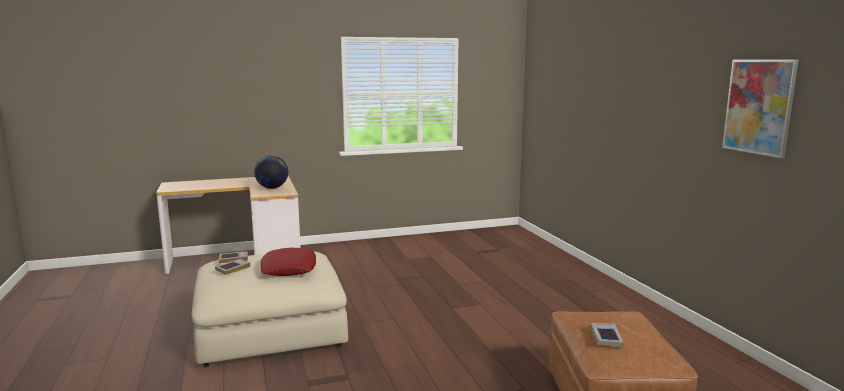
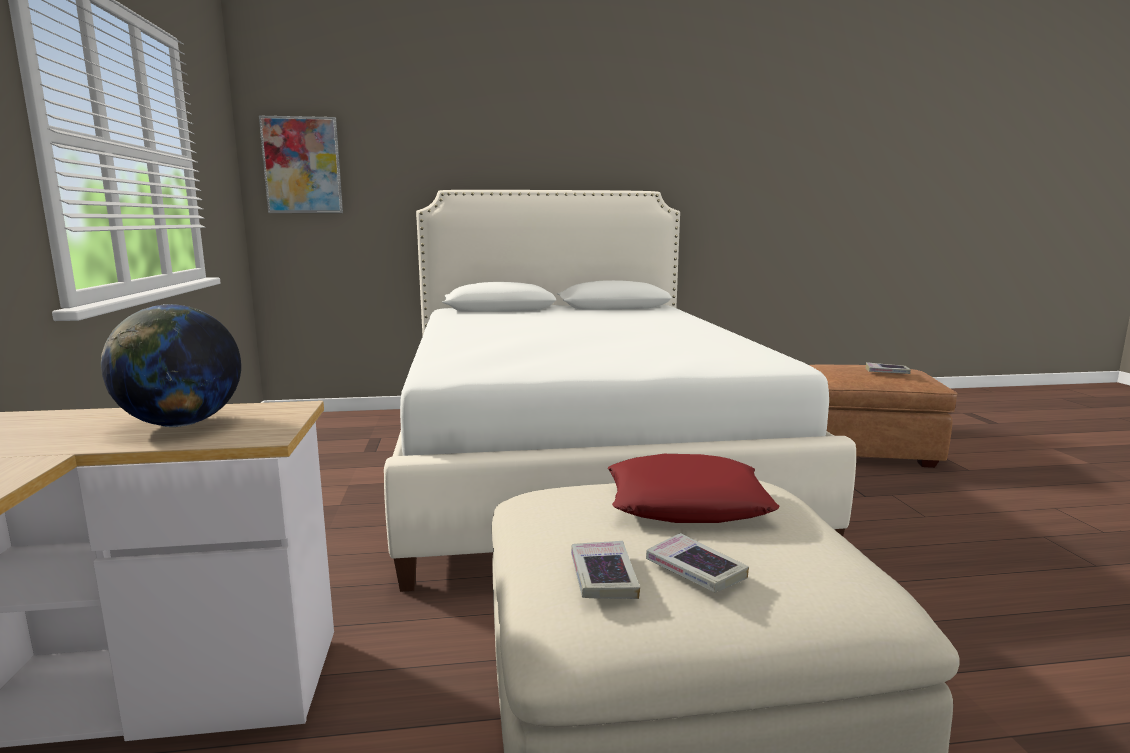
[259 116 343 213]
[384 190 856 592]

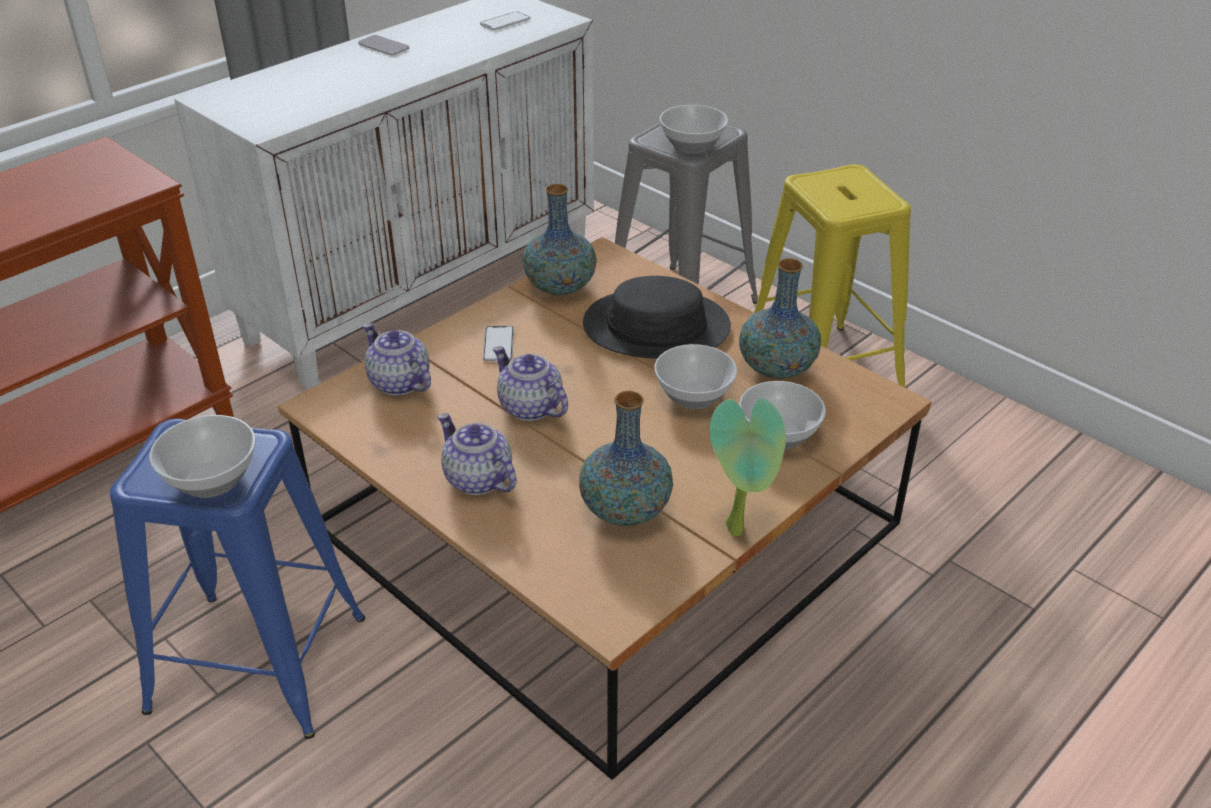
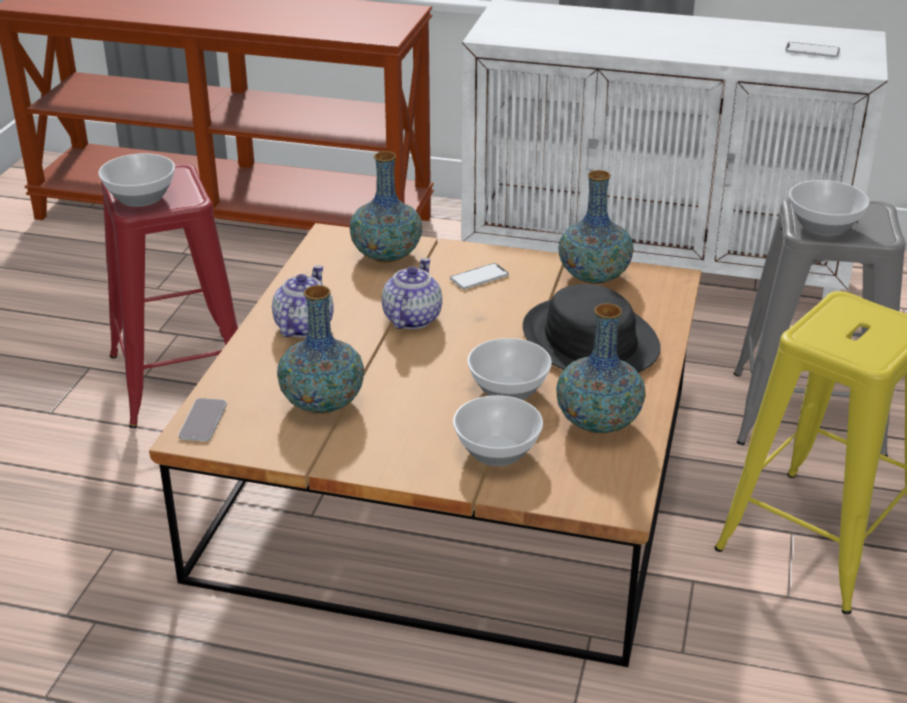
[101 164 238 429]
[179 398 227 441]
[350 151 422 263]
[710 398 786 536] (first image)

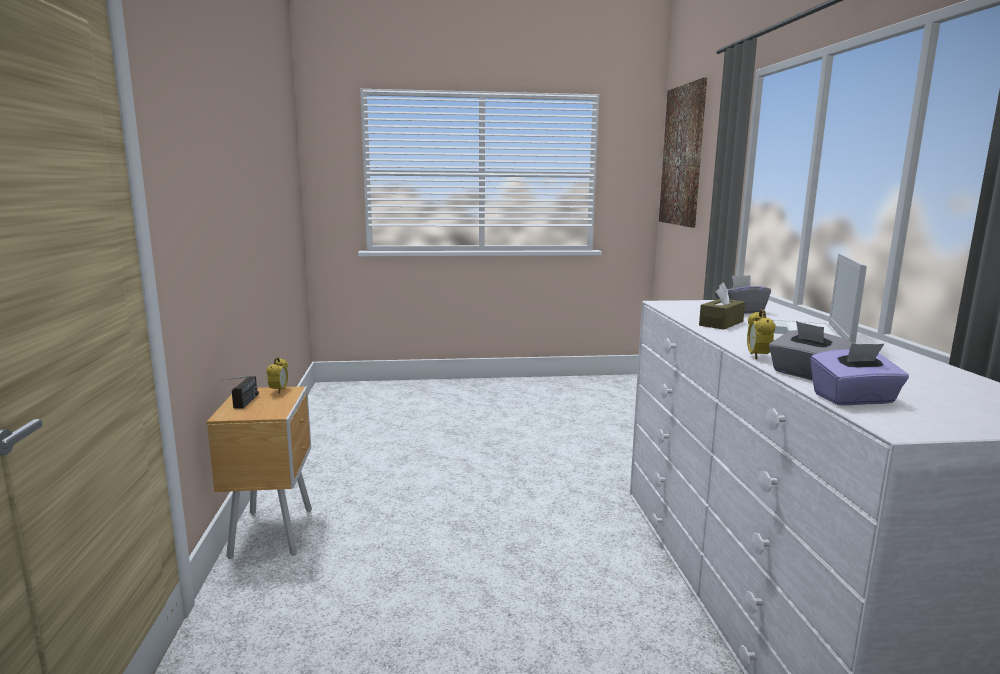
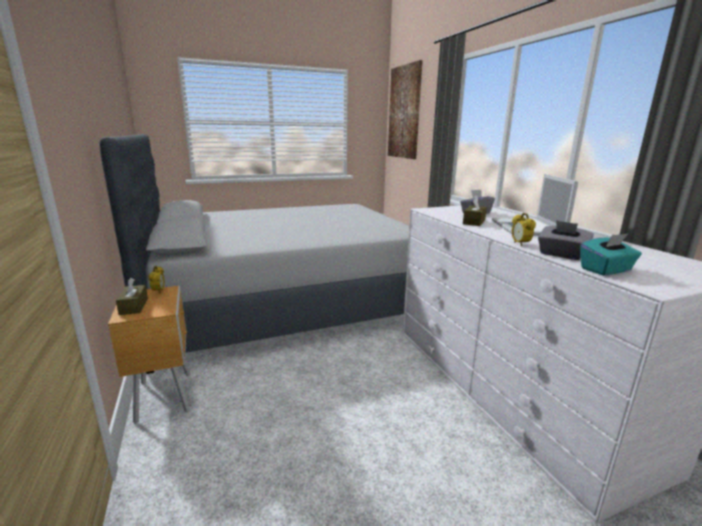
[116 278 148 315]
[580 233 642 276]
[100 134 409 374]

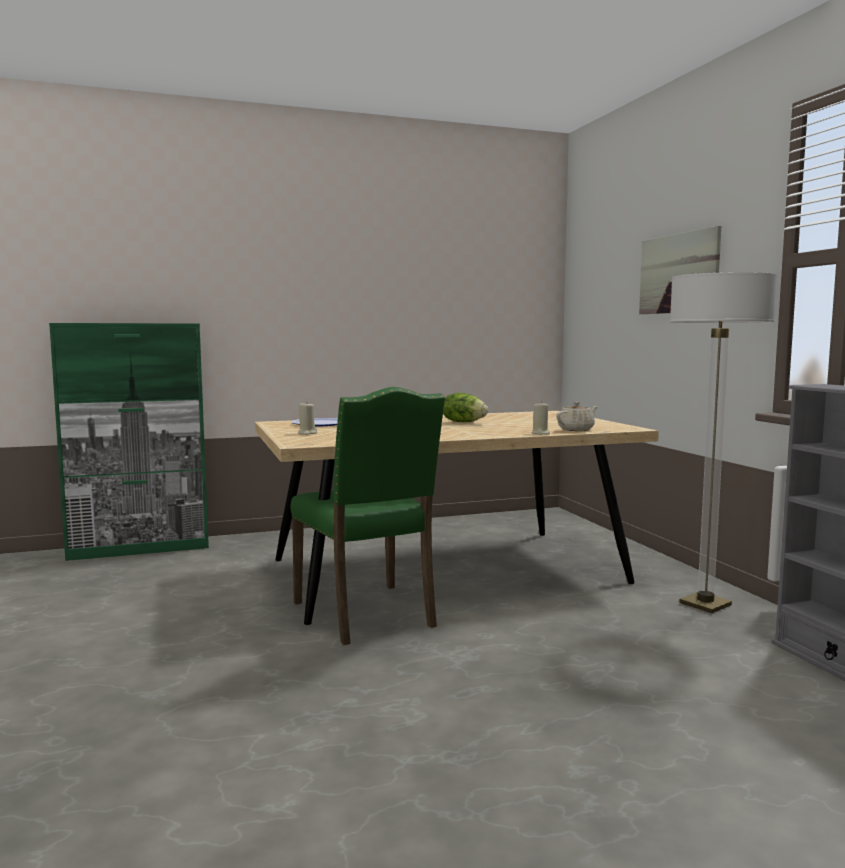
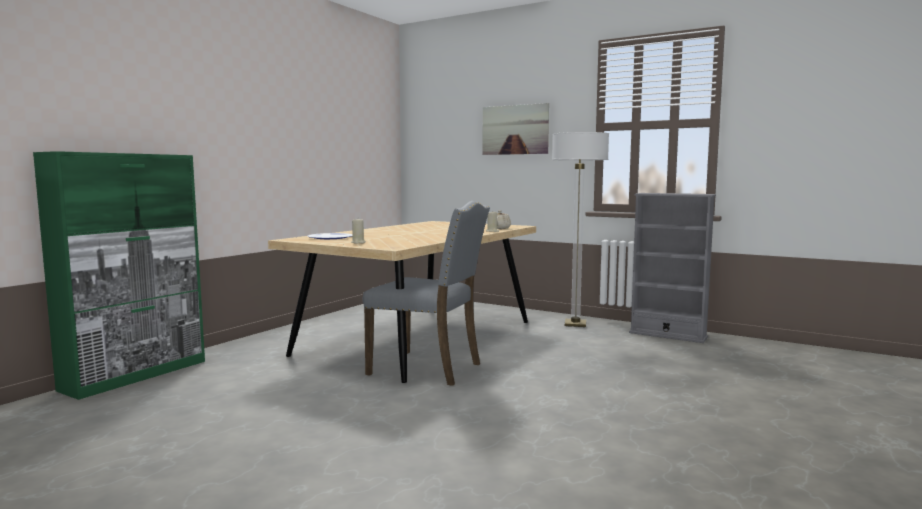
[362 201 490 386]
[443 393 488 422] (first image)

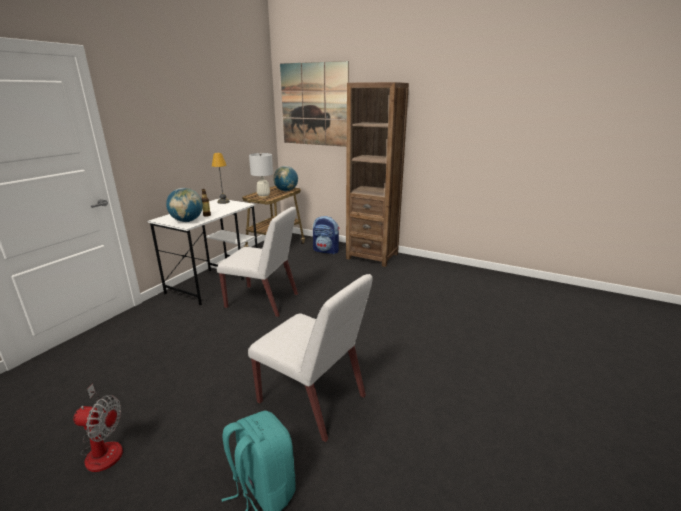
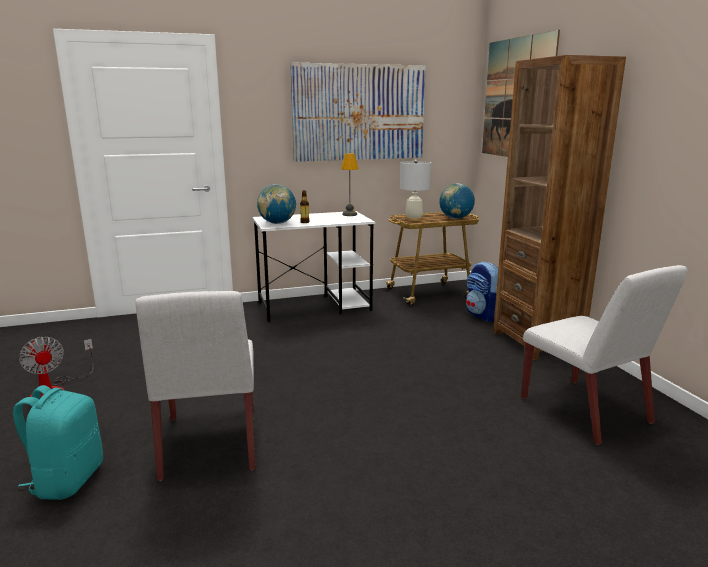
[521 265 688 445]
[290 62 426 162]

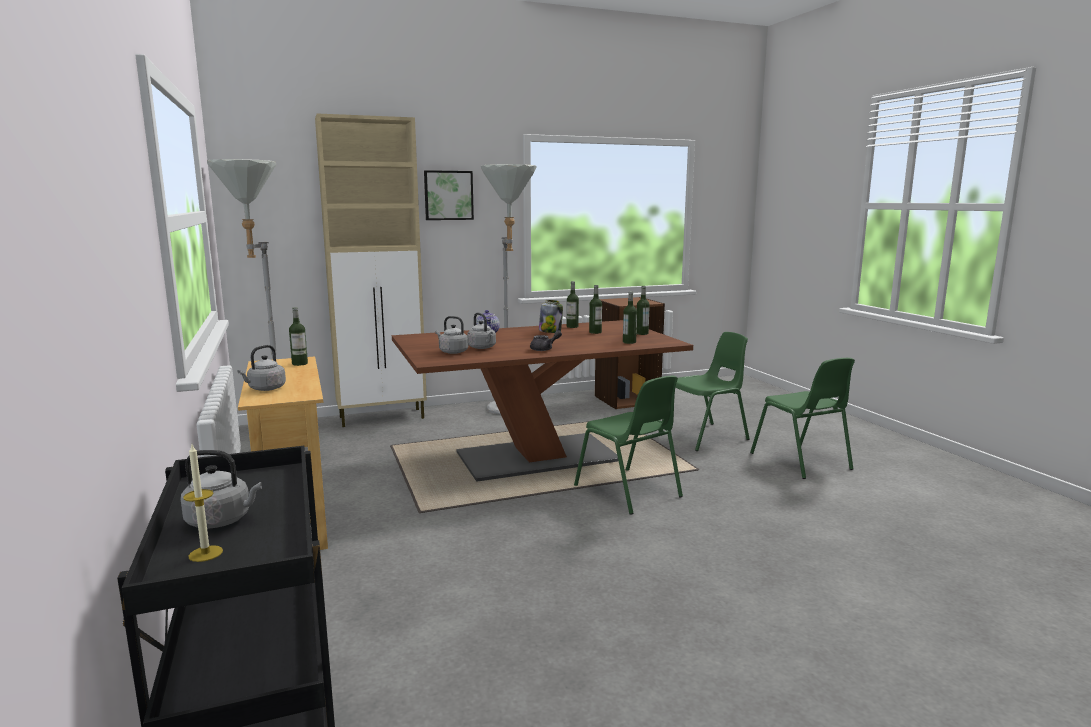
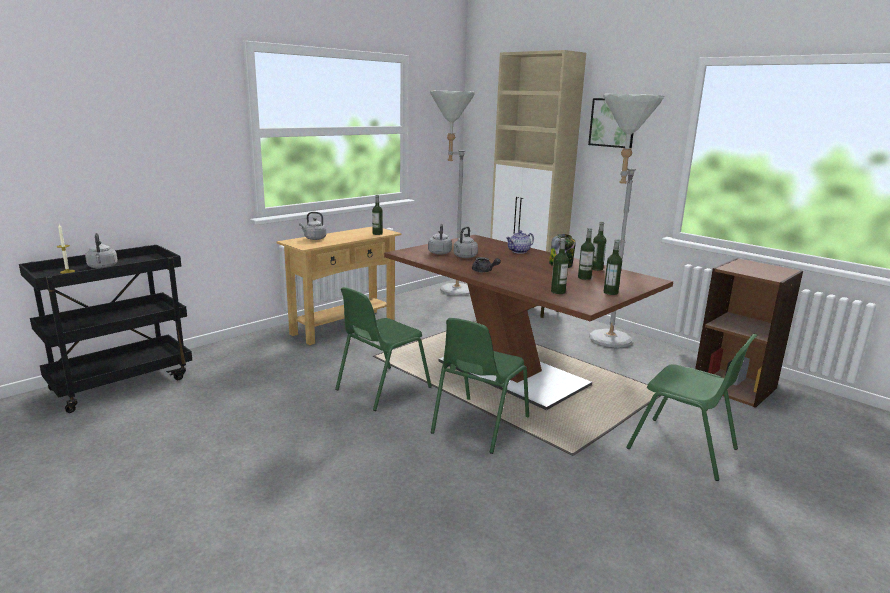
[335 287 432 411]

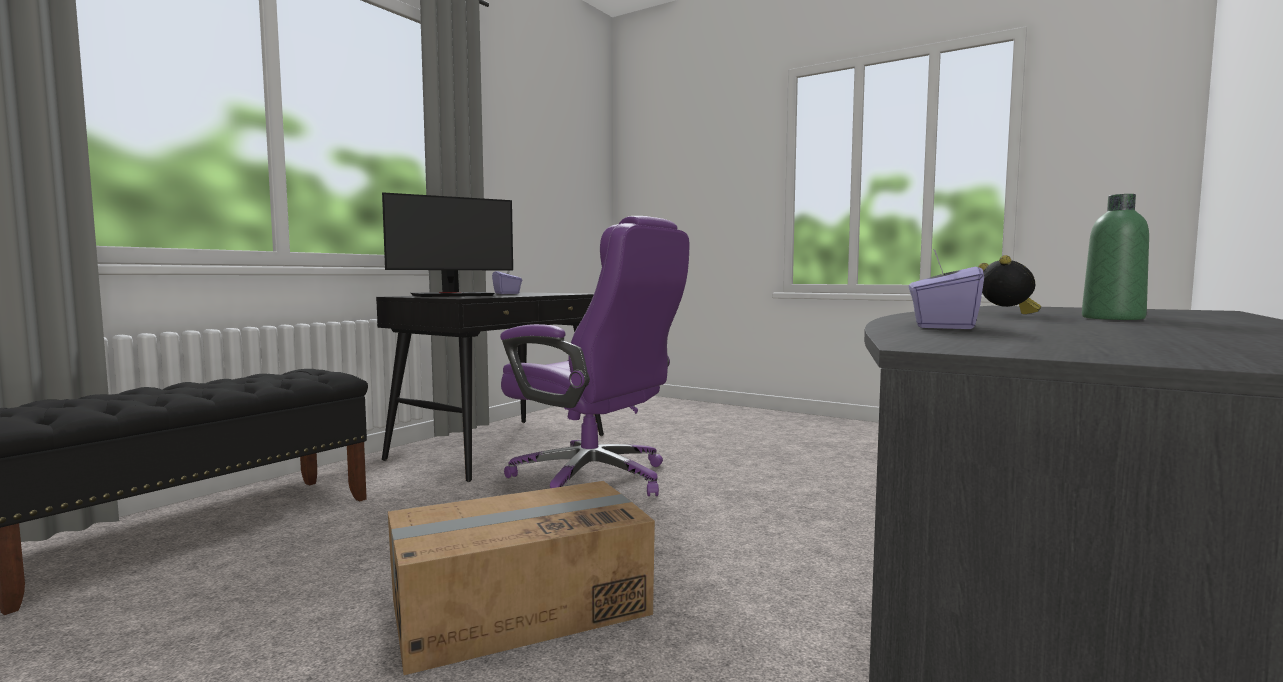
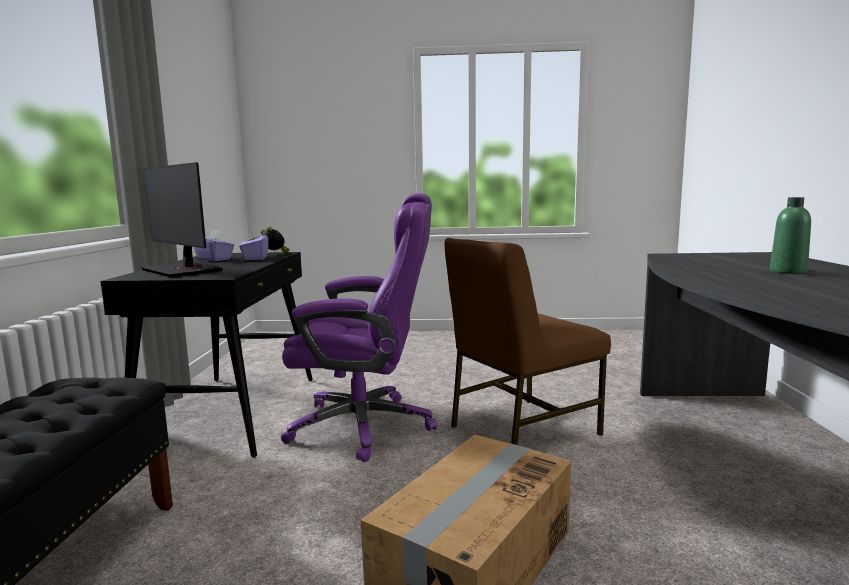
[141 162 223 277]
[239 229 269 260]
[261 227 290 253]
[445 238 611 445]

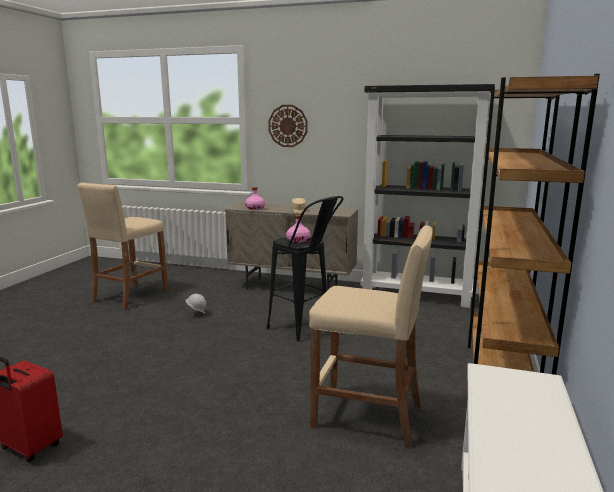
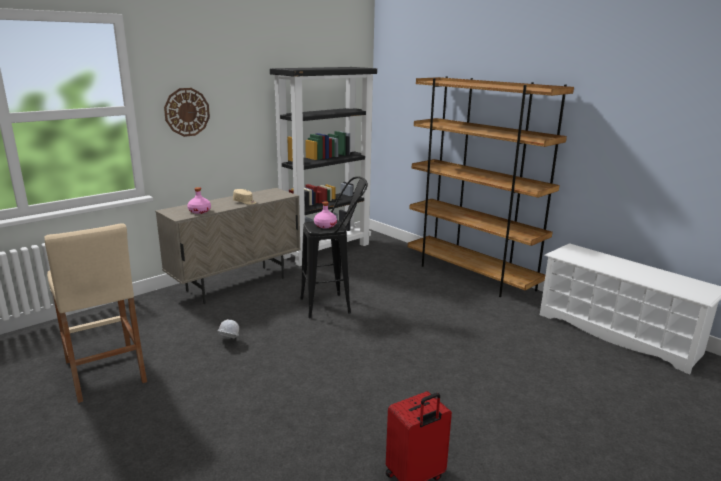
[309 225 432 448] (first image)

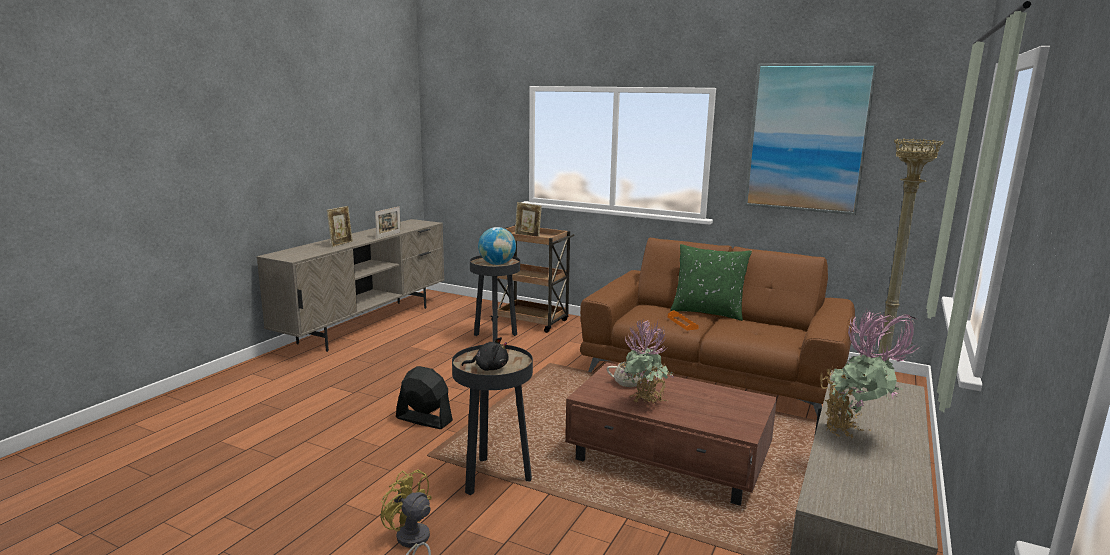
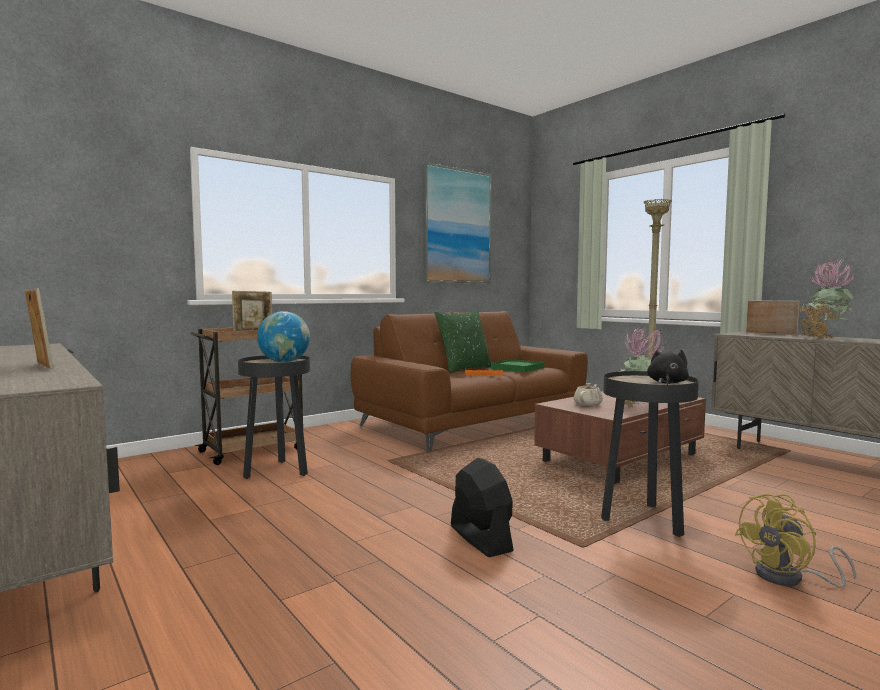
[746 300 799 335]
[451 458 514 557]
[491 359 544 372]

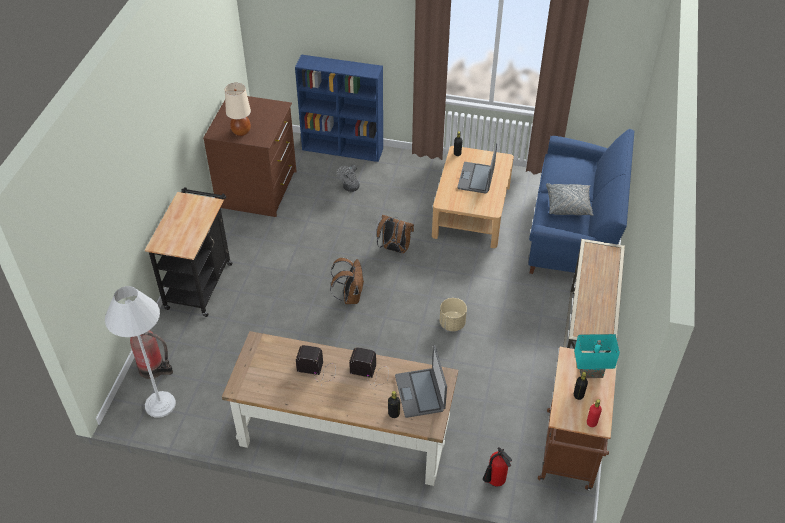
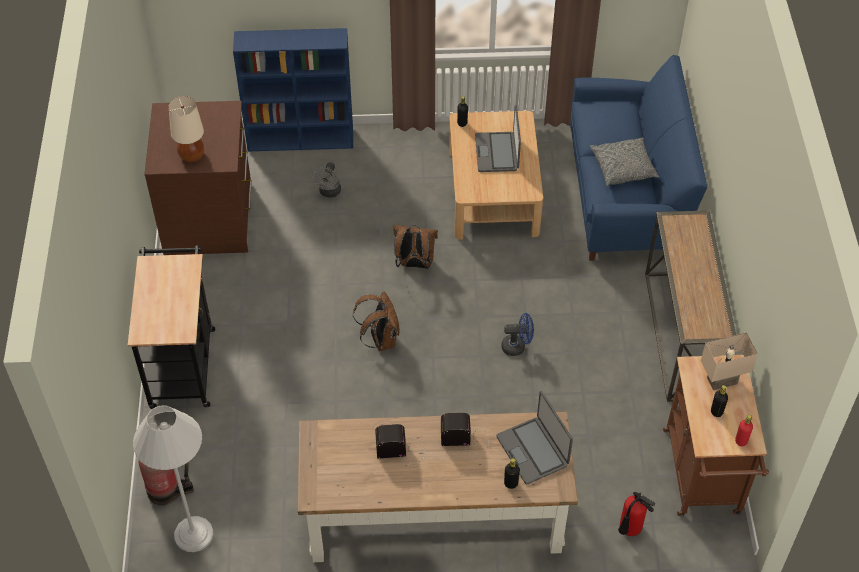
[502 313 534 356]
[701 332 758 390]

